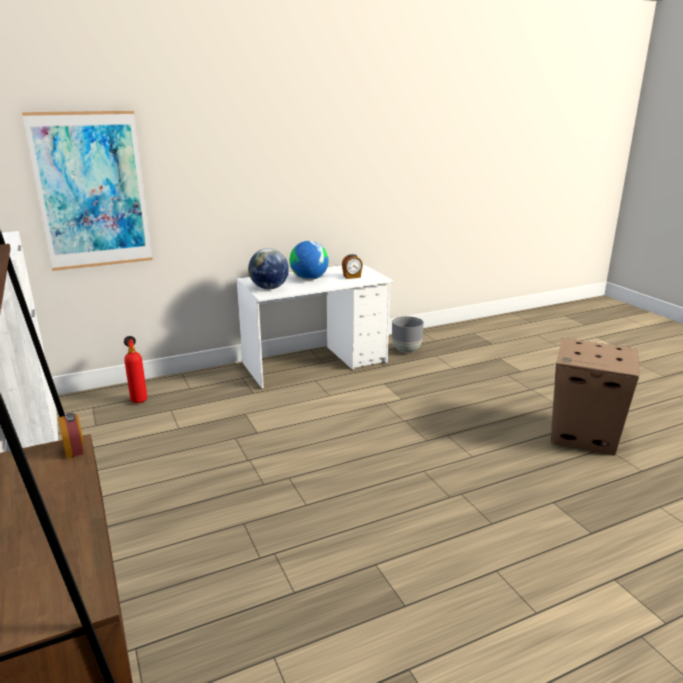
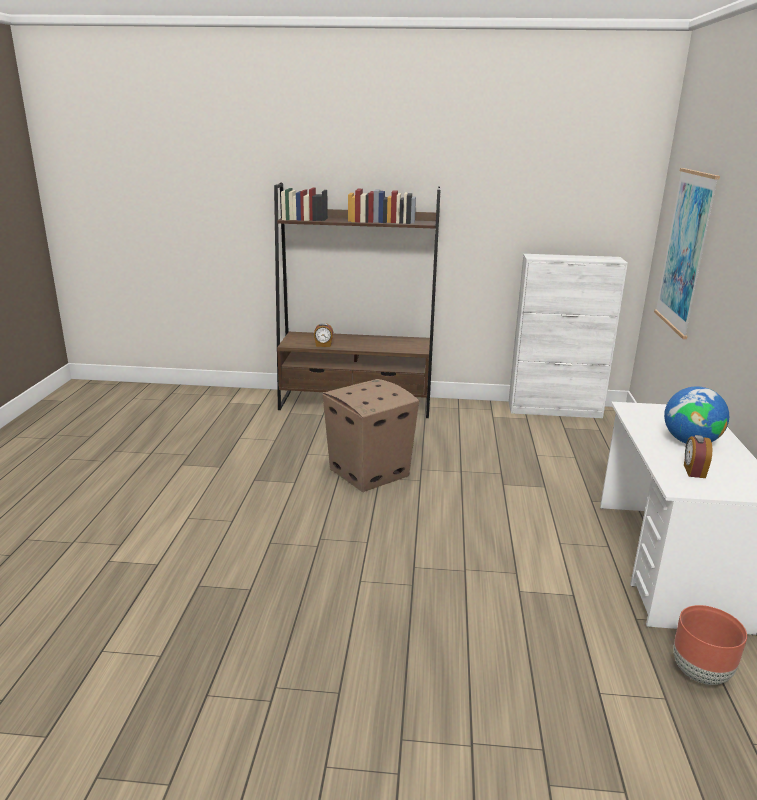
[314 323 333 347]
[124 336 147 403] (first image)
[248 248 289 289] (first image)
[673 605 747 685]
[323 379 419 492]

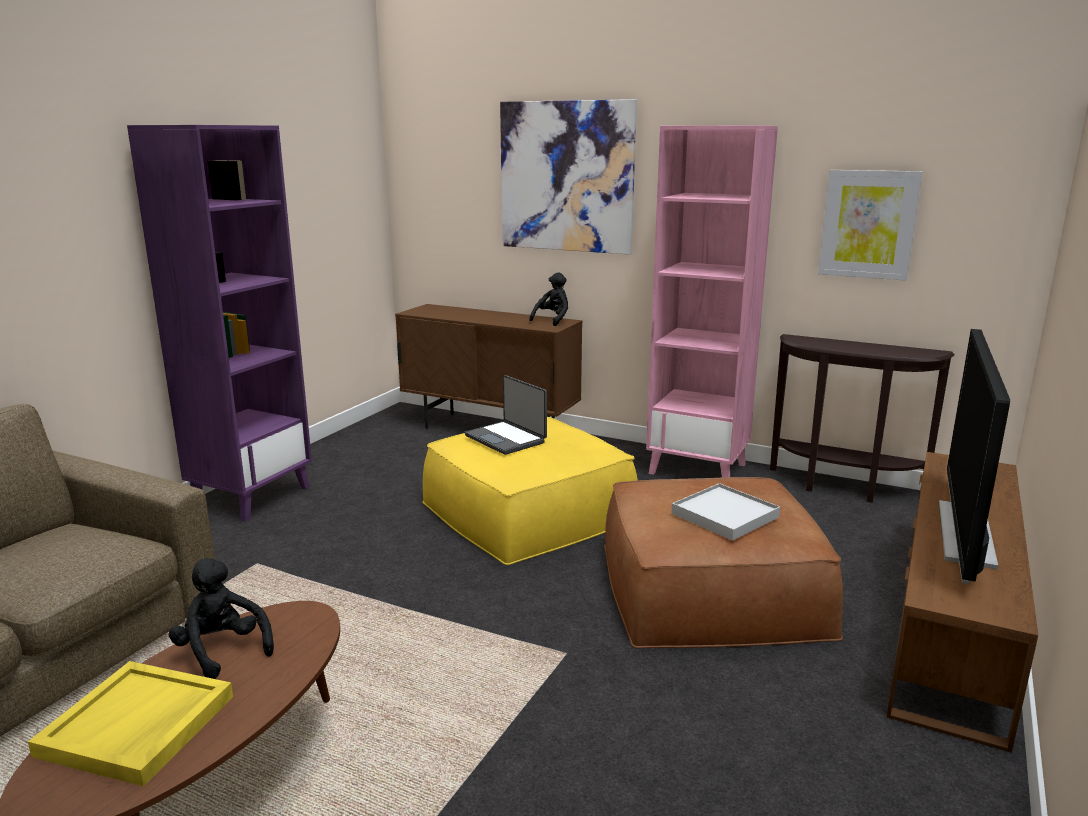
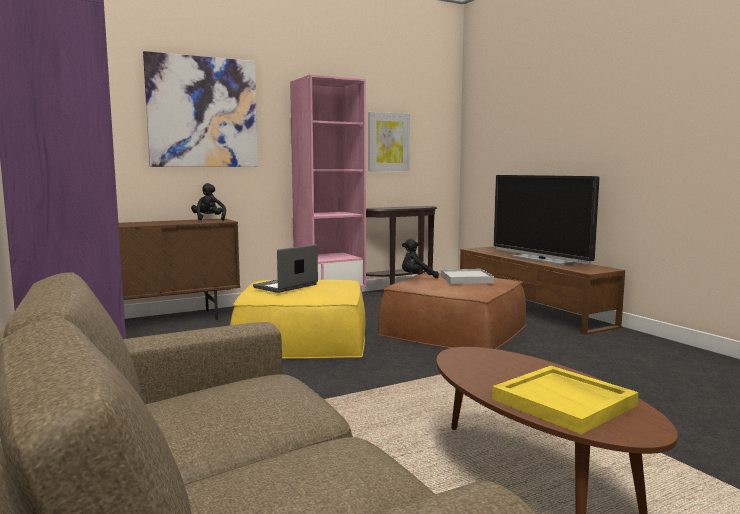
[402 238 439 278]
[253 244 318 293]

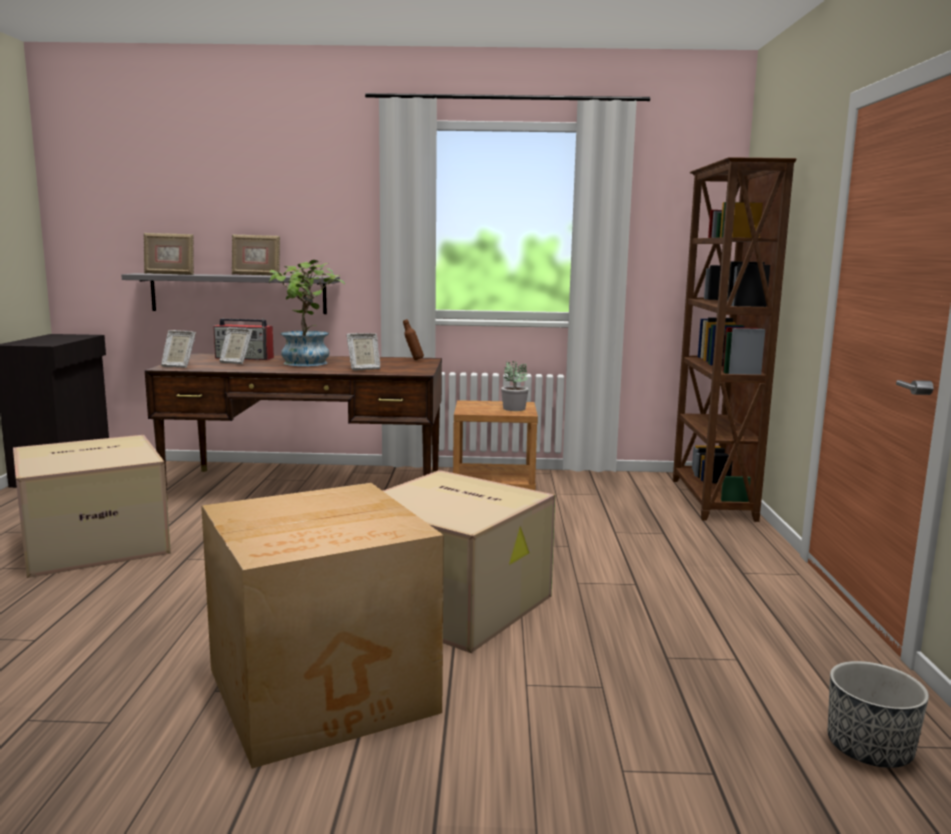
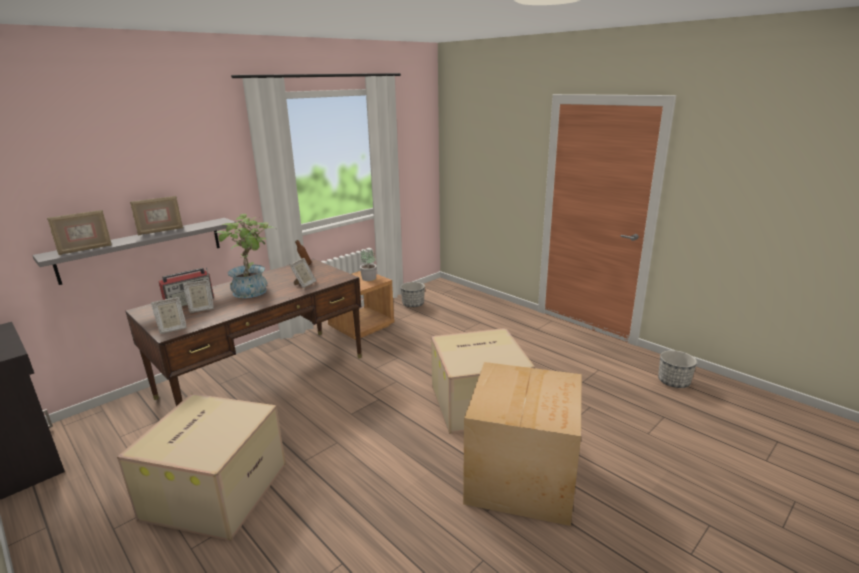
[673 157 797 522] (first image)
[401 282 425 308]

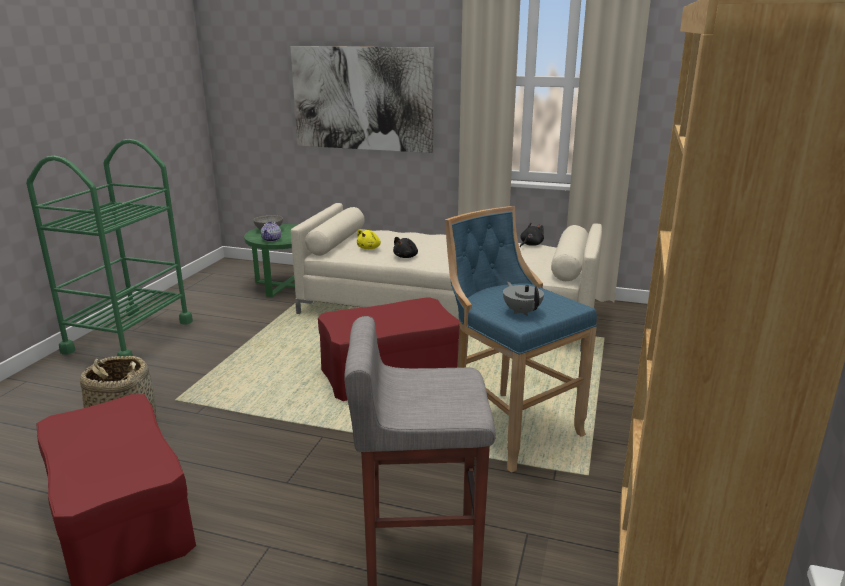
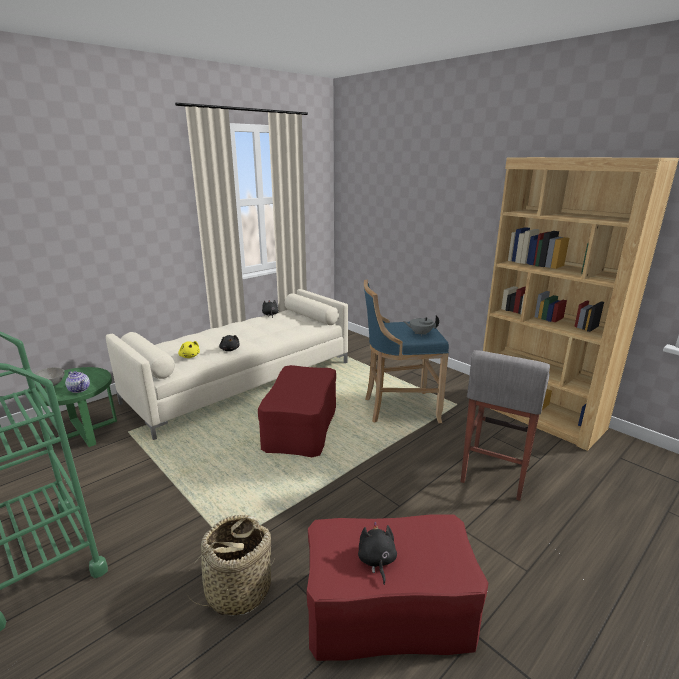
[290 46 434 153] (first image)
[358 522 397 585]

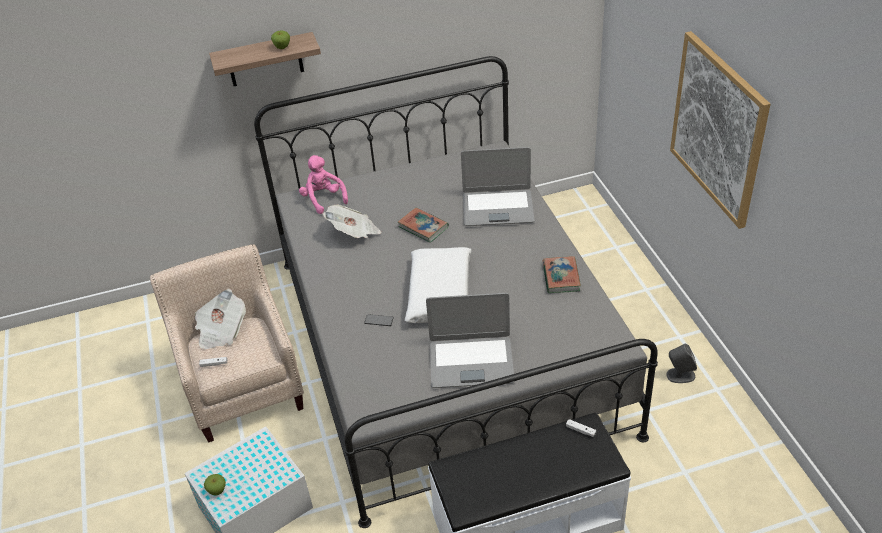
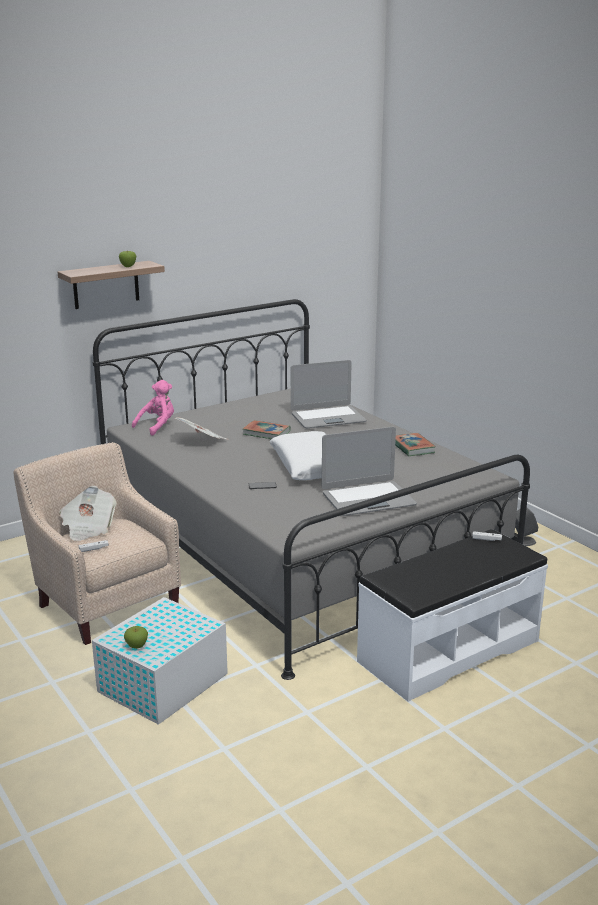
[132 380 174 436]
[670 31 771 229] (first image)

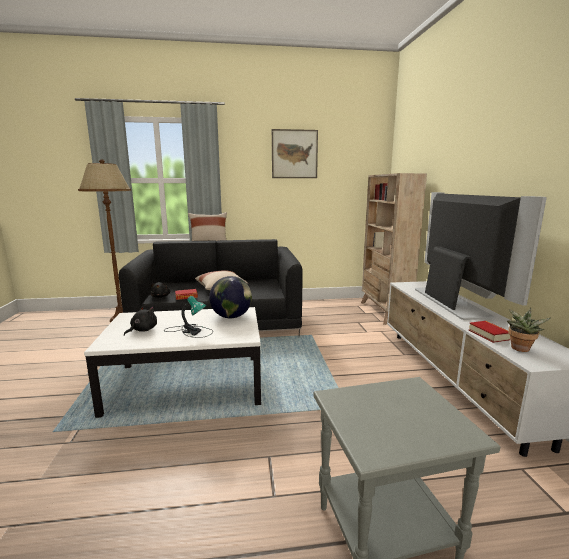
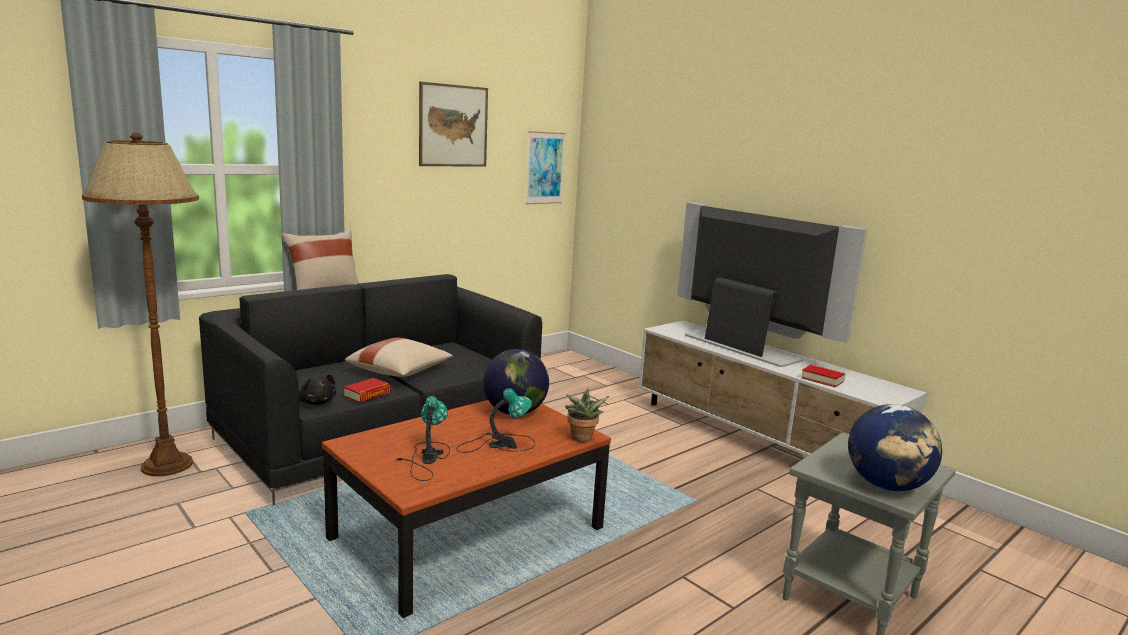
[322 400 611 618]
[397 396 450 481]
[361 173 427 325] (first image)
[565 388 609 442]
[526 131 565 204]
[848 404 942 491]

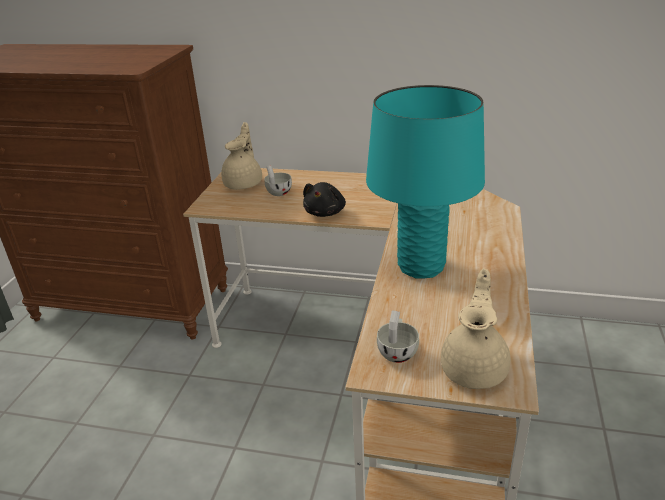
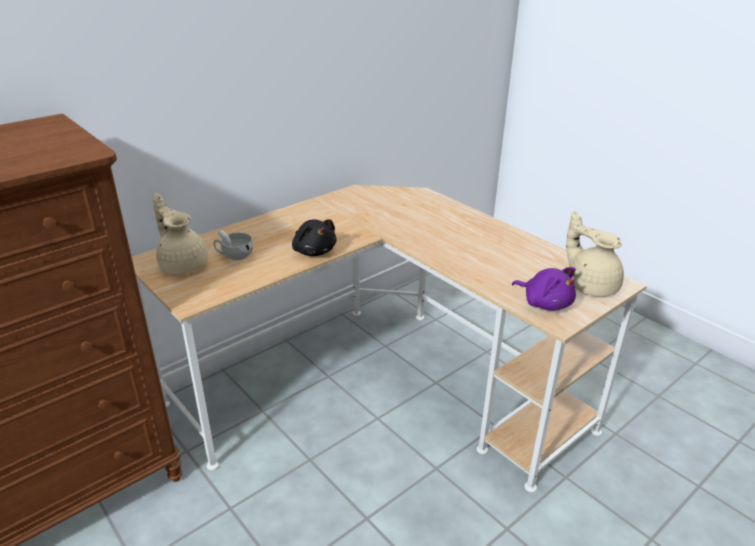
[366 85 485 279] (first image)
[512 267 576 311]

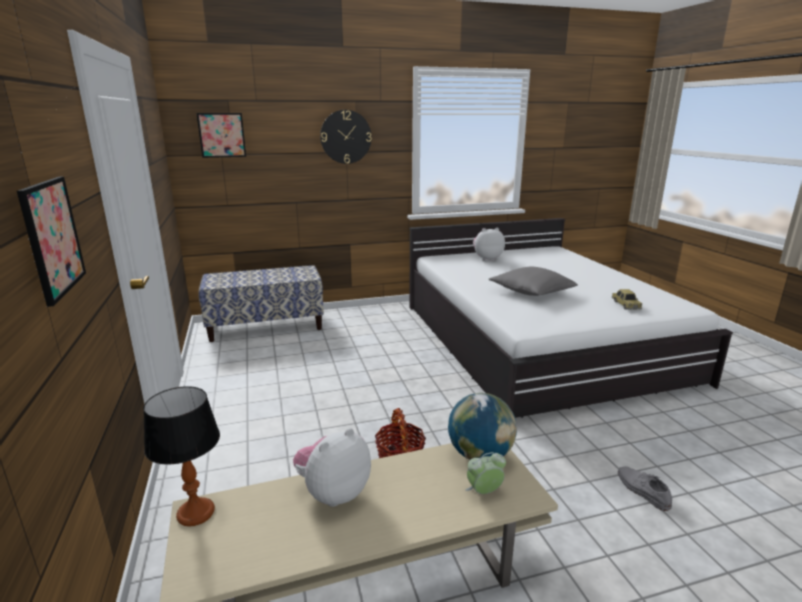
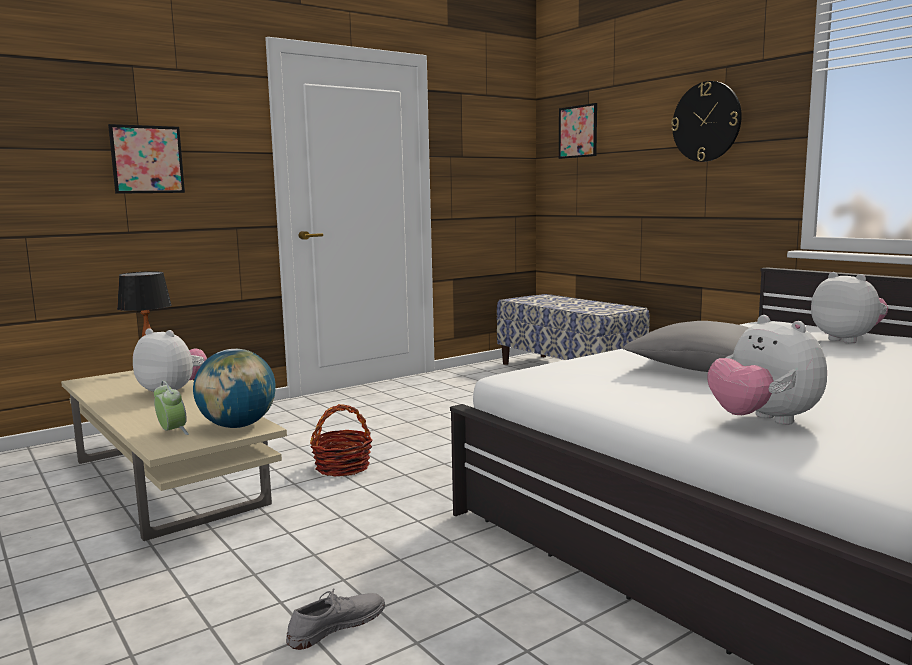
[707 315 827 425]

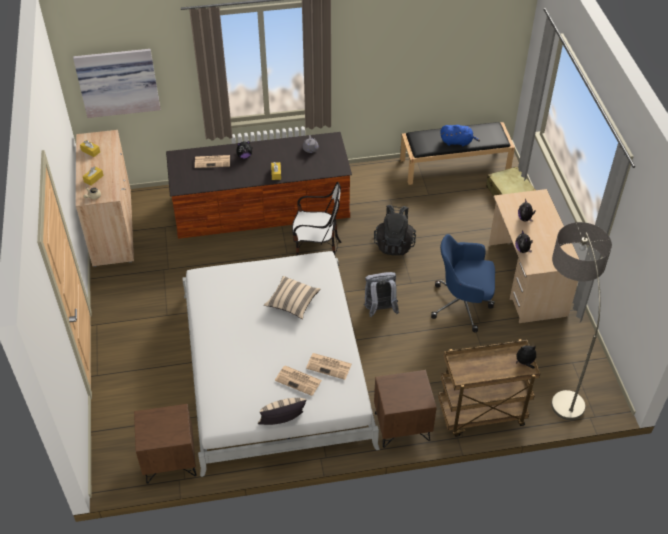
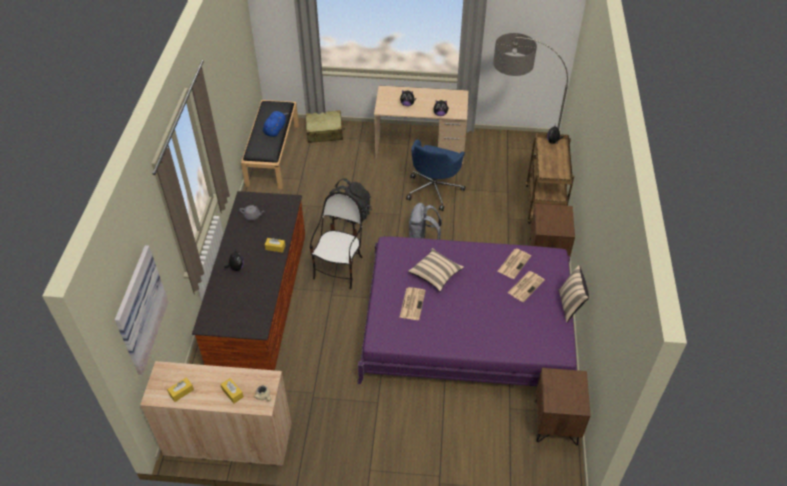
[357 236 577 386]
[399 287 426 320]

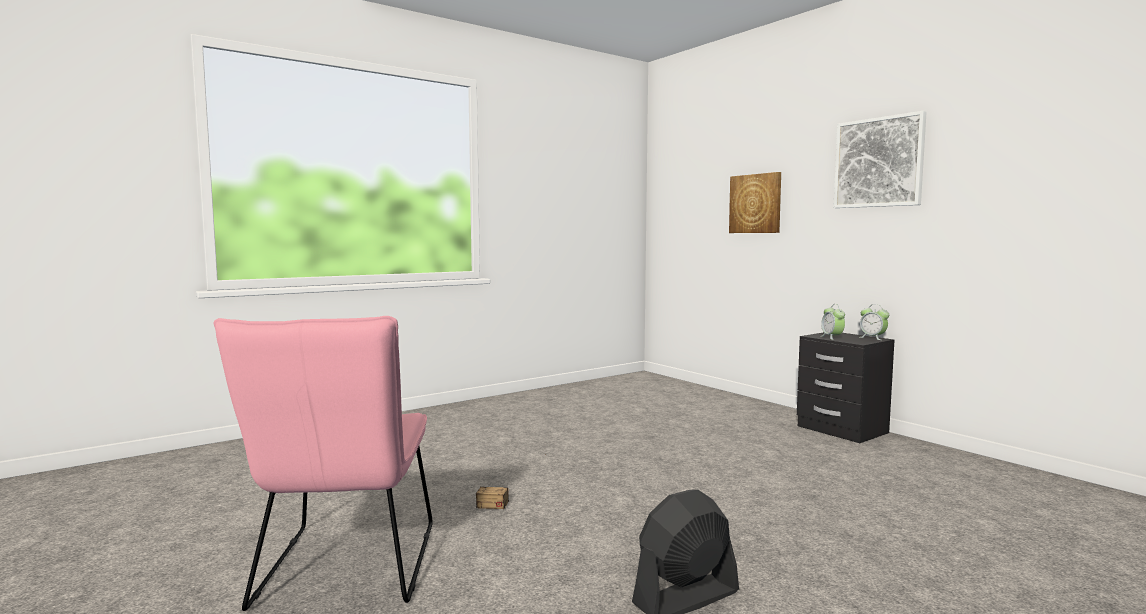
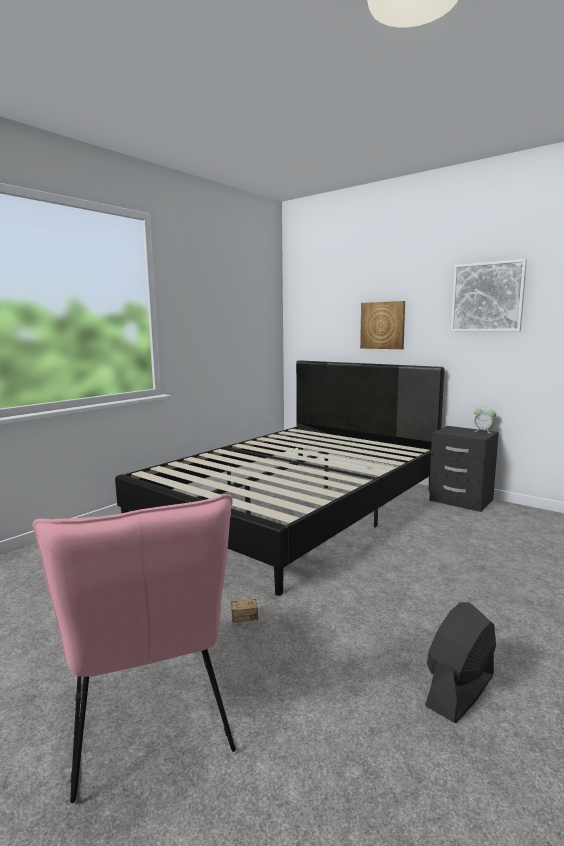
[821 304 845 340] (first image)
[115 360 444 596]

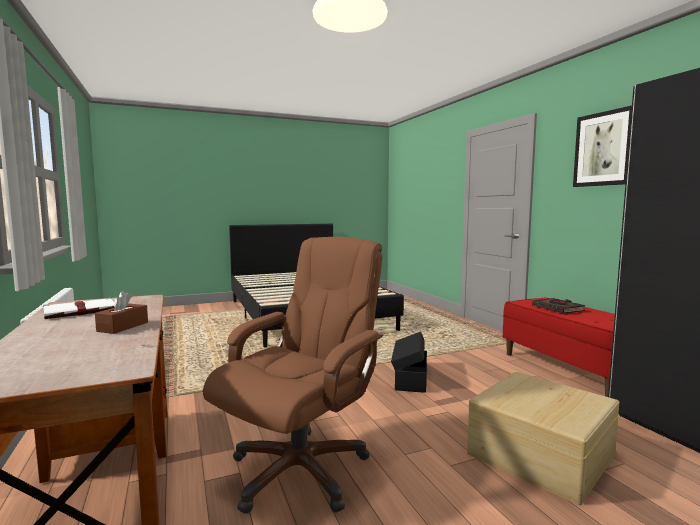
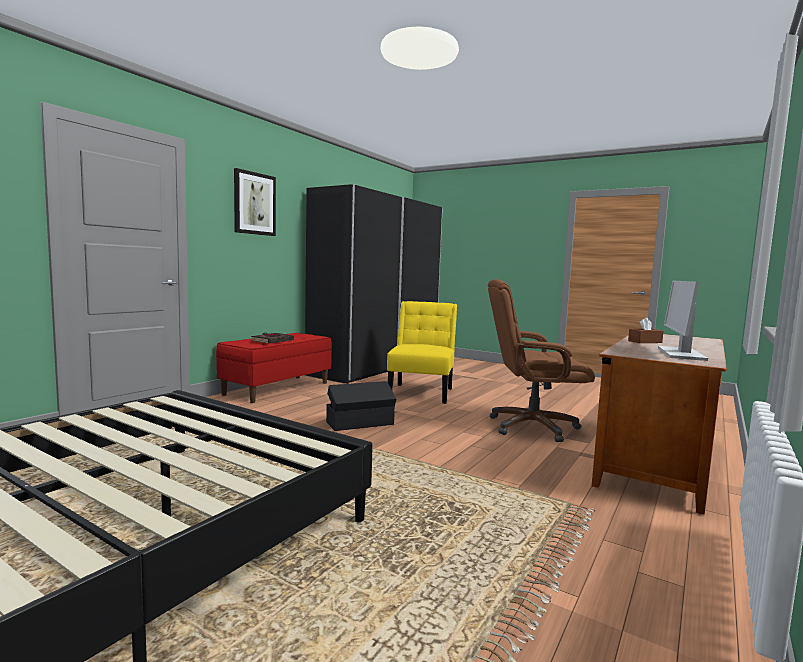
[658 280 708 361]
[387 301 457 404]

